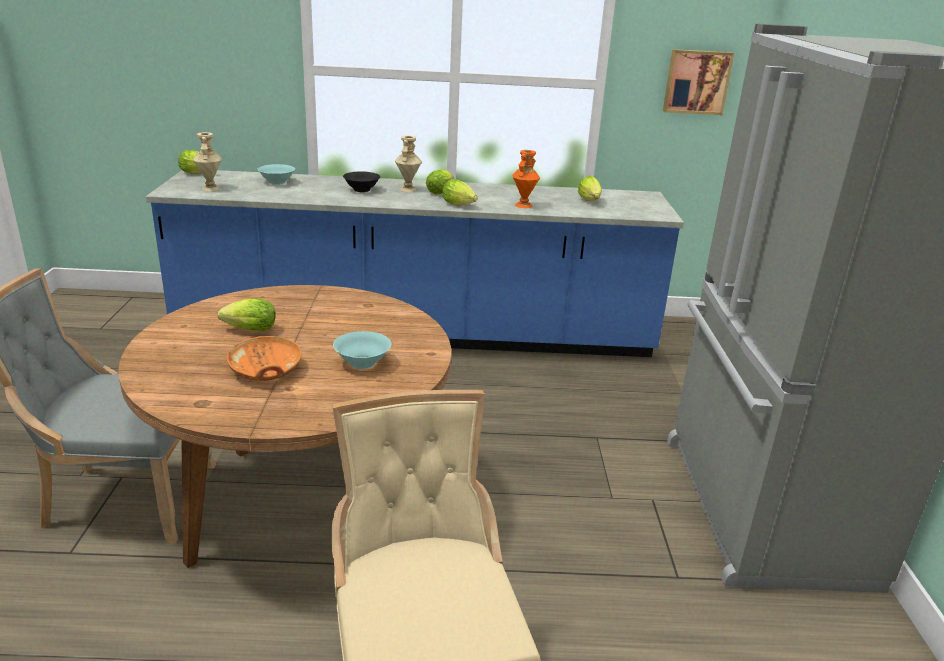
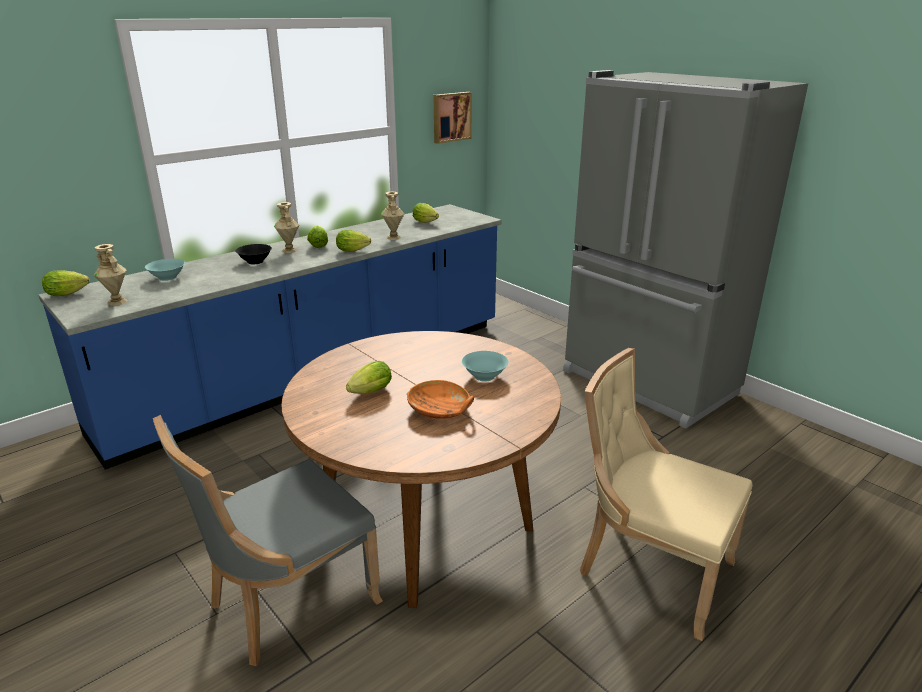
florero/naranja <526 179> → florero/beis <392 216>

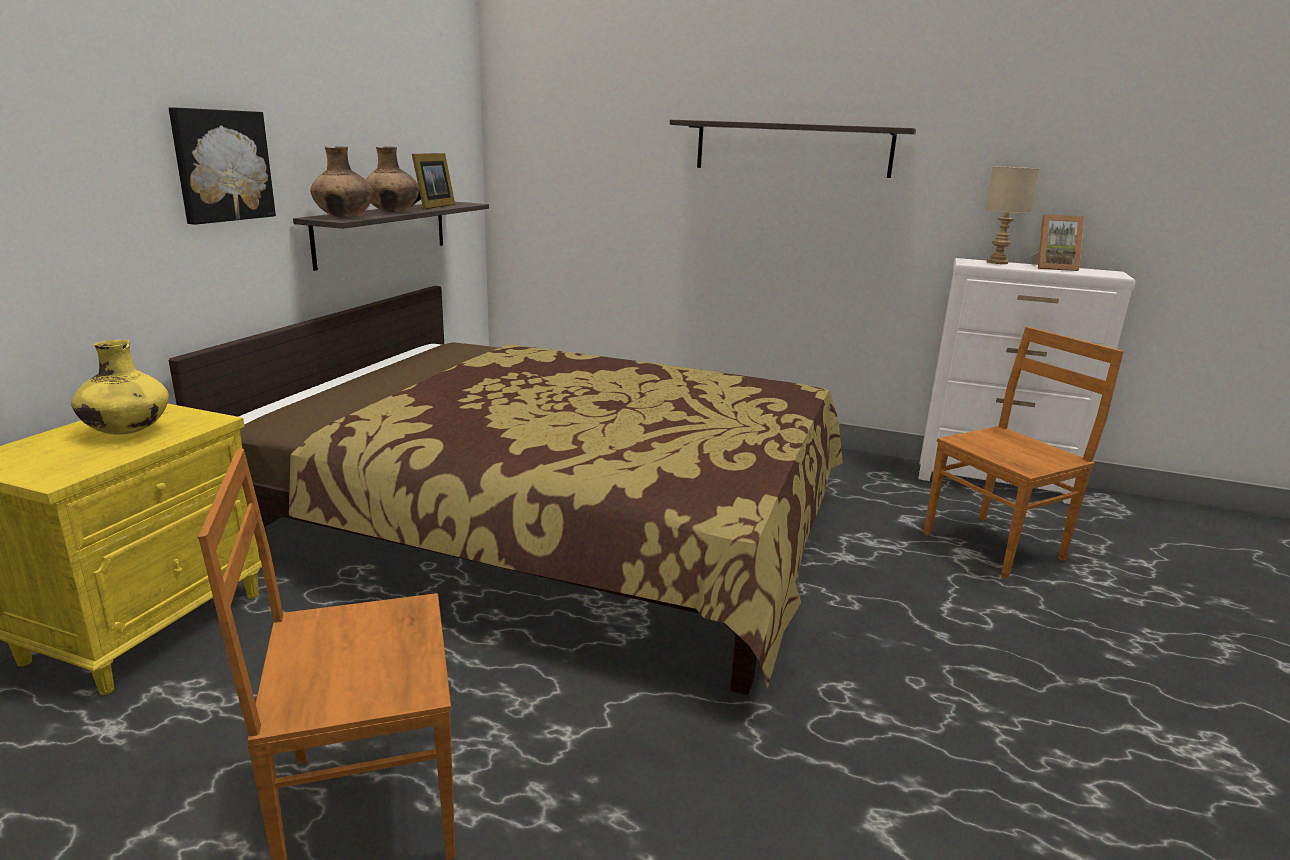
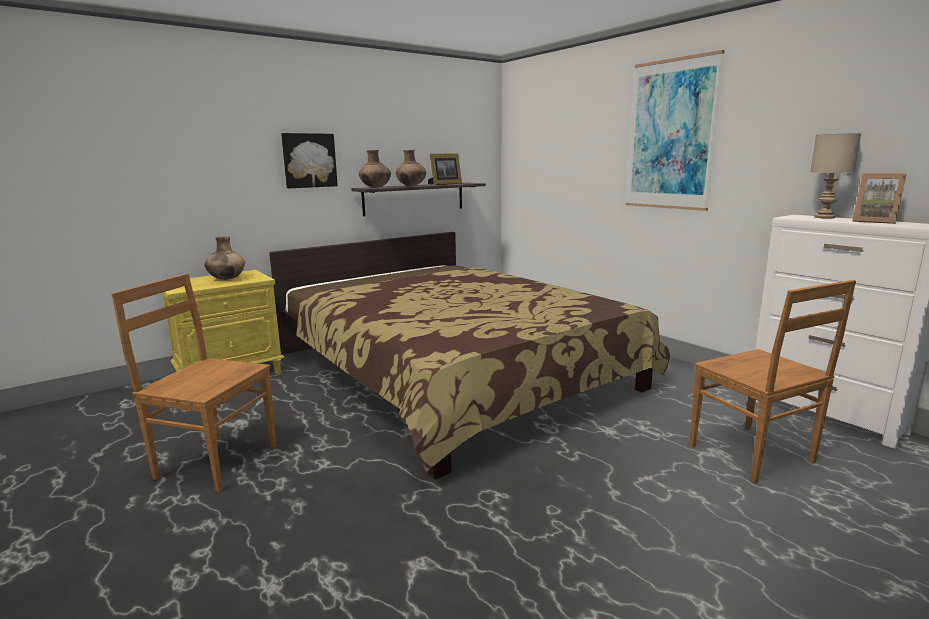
estante <793 149> → cuadro <675 130>
silla/marrón <1024 453> → silla/marrón <773 382>, 60 degrees clockwise
florero/amarillo <120 387> → florero/marrón <224 258>

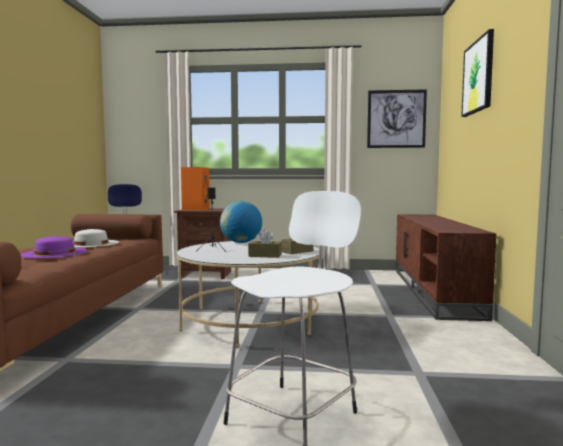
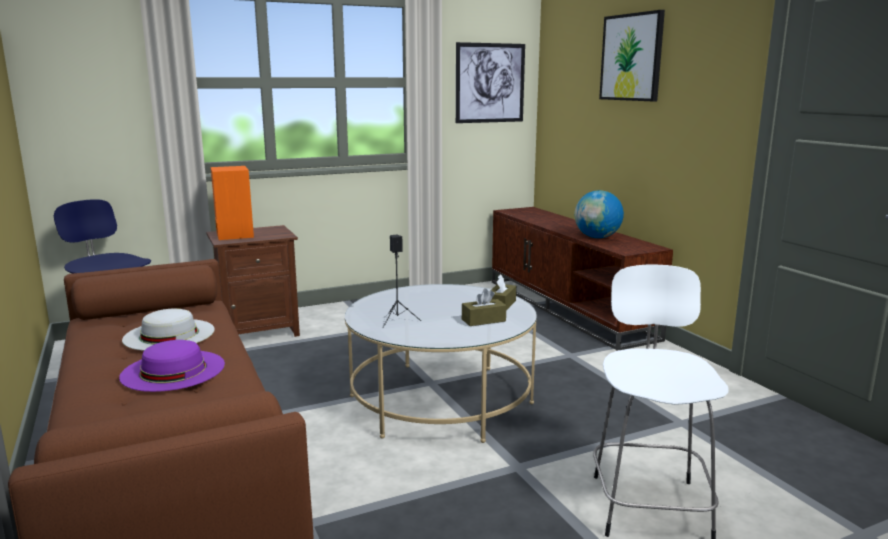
globo terráqueo <241 222> → globo terráqueo <599 214>, moved

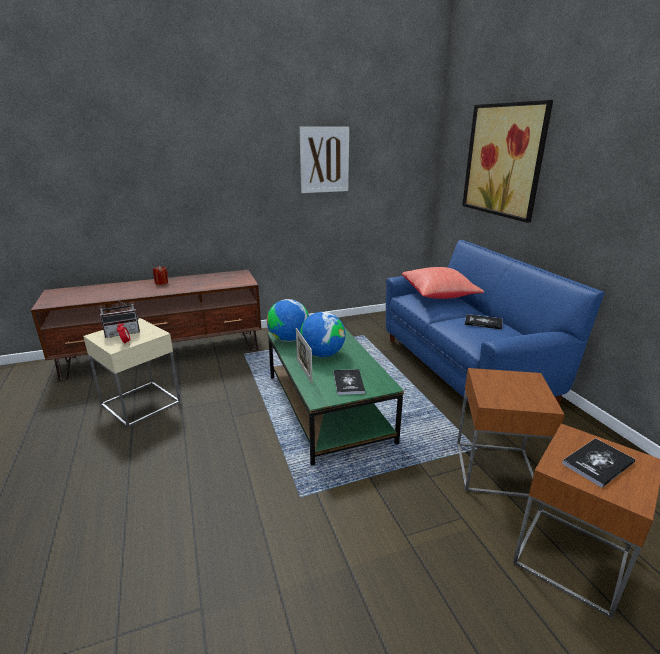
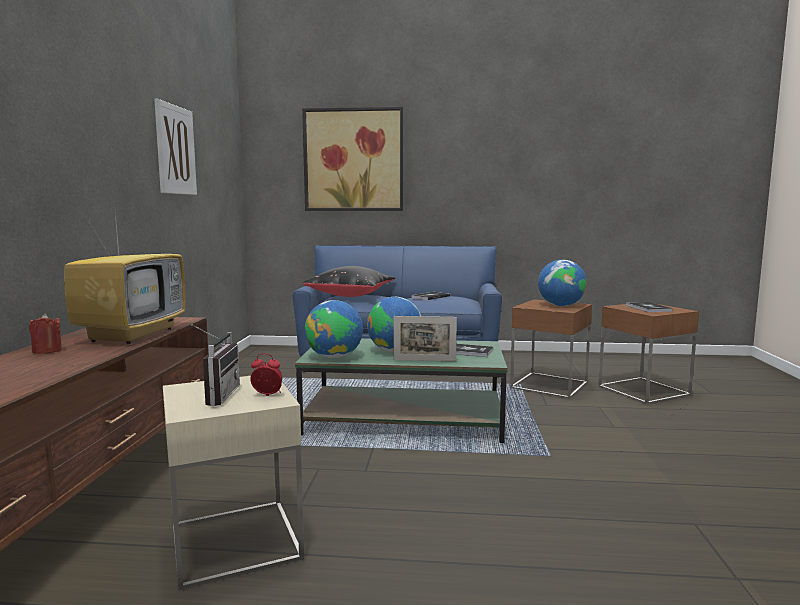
cojín/rojo <443 283> → cojín/negro <349 281>
- → televisor <125 273>
- → globo terráqueo <562 283>

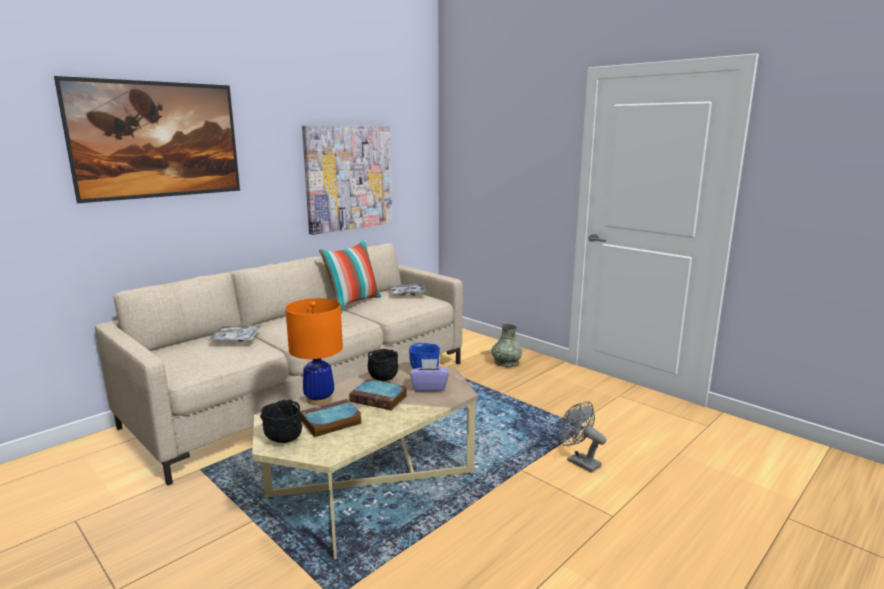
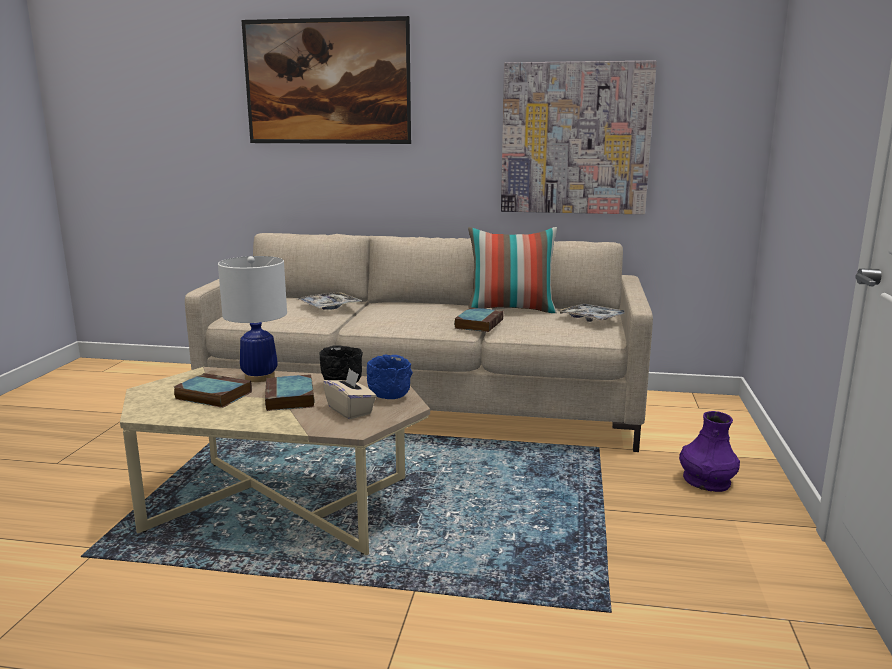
lámpara de mesa/naranja <314 351> → lámpara de mesa/blanco <252 319>
florero/gris <506 345> → florero/morado <709 451>
caja de pañuelos/morado <429 375> → caja de pañuelos/beis <349 393>
cuenco/negro <281 421> → -
ventilador/gris <583 437> → -
- → libro <479 319>

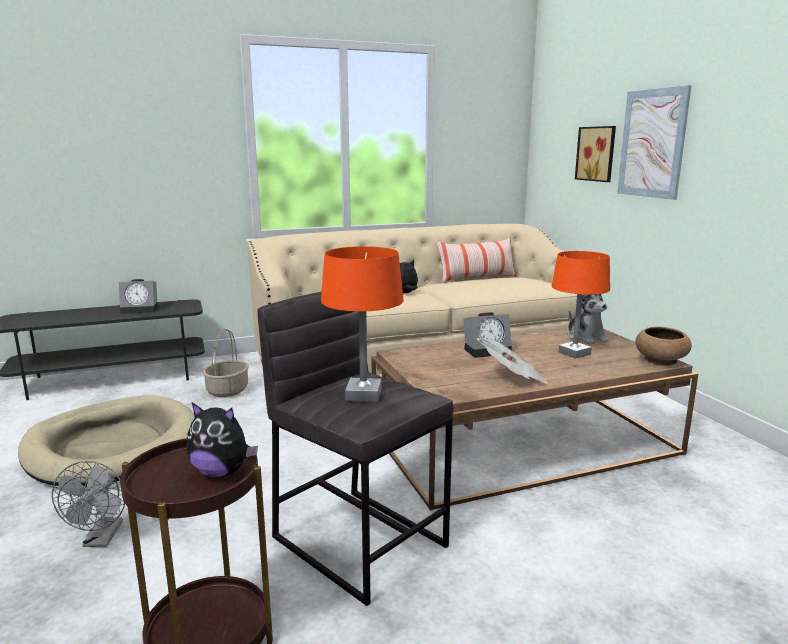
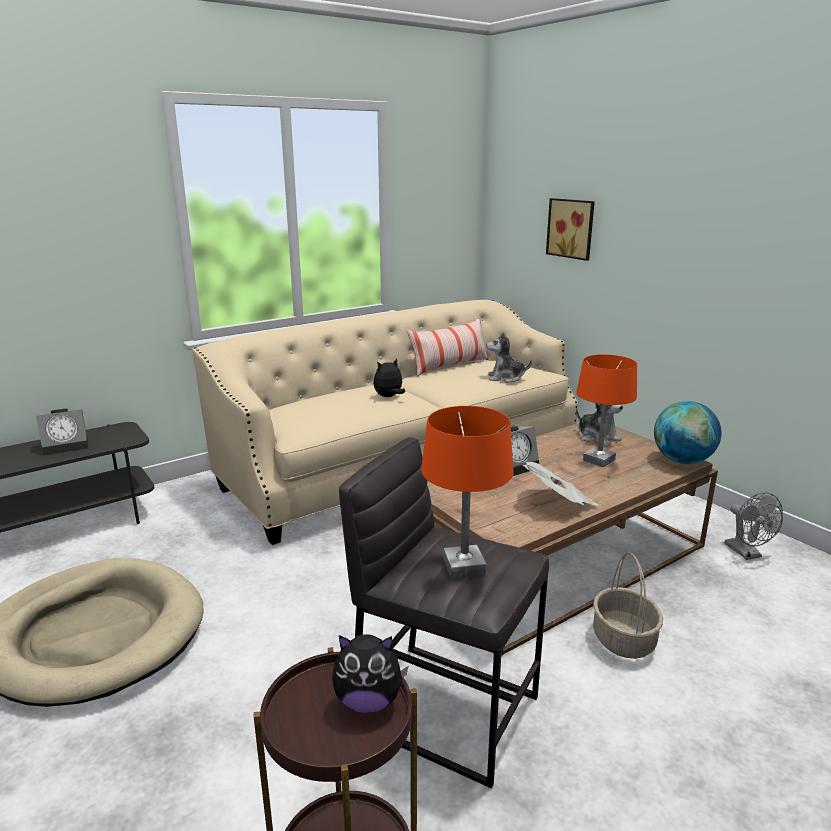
cuadro <654 142> → -
cuenco/marrón <663 346> → globo terráqueo <688 432>
cesta <226 363> → cesta <628 605>, moved
ventilador/gris <88 504> → ventilador/gris <753 526>, moved
- → peluche <509 357>

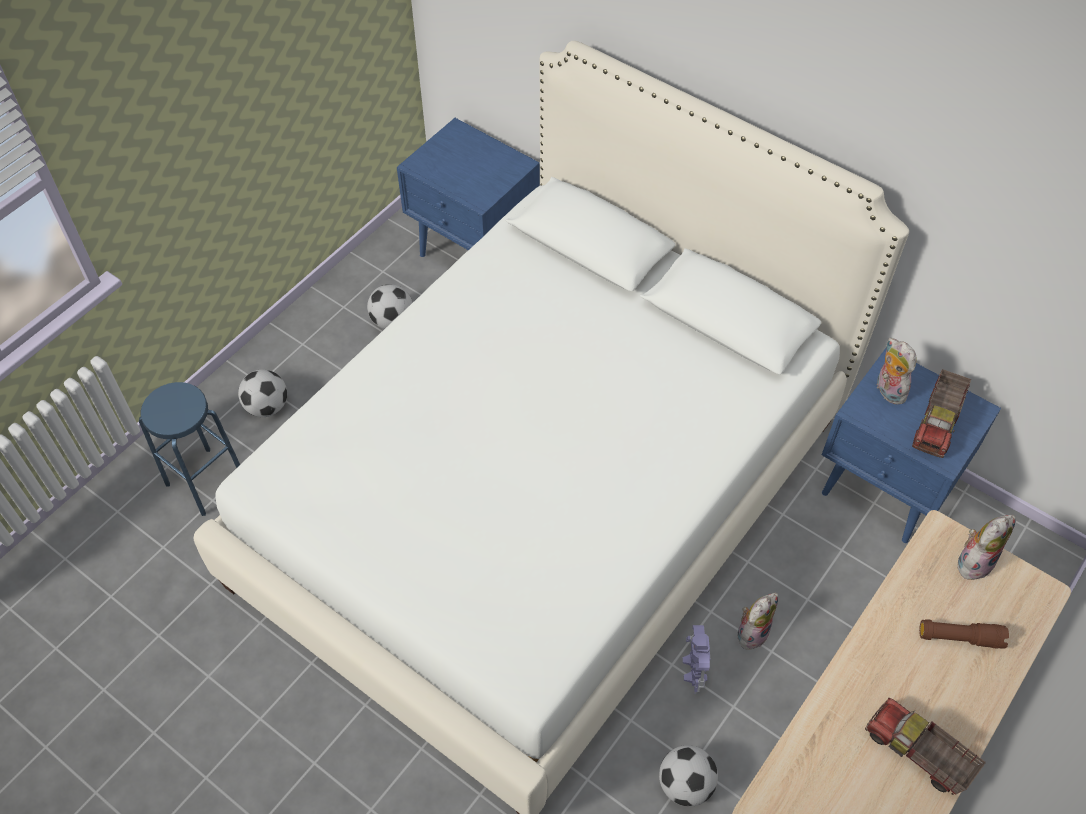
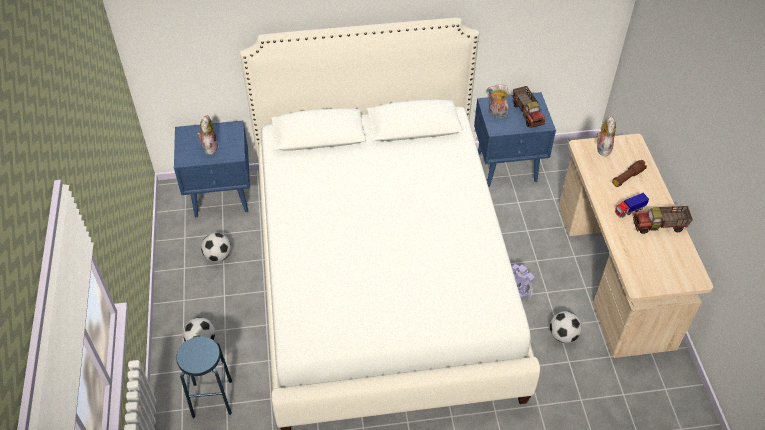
peluche <757 621> → peluche <208 135>, moved
- → camión de juguete <632 205>

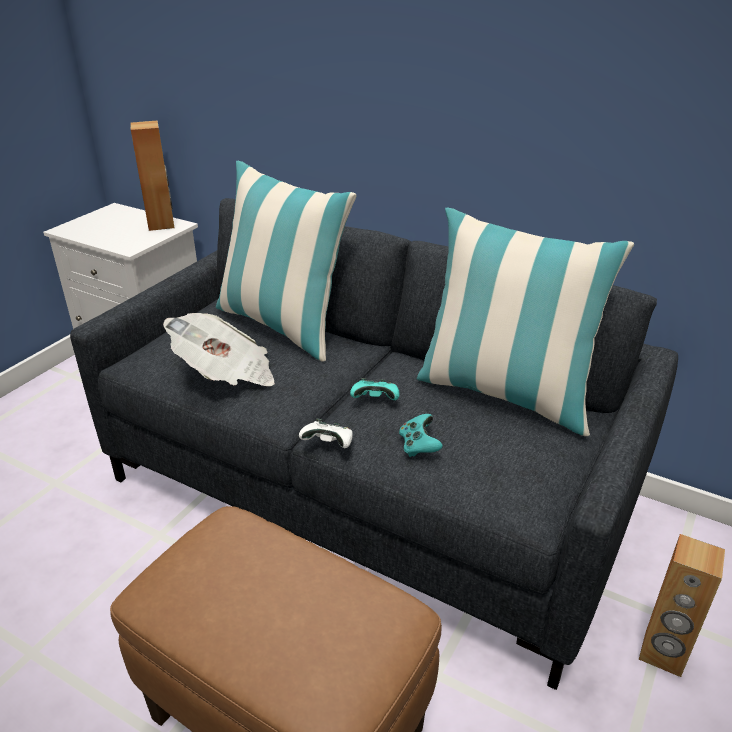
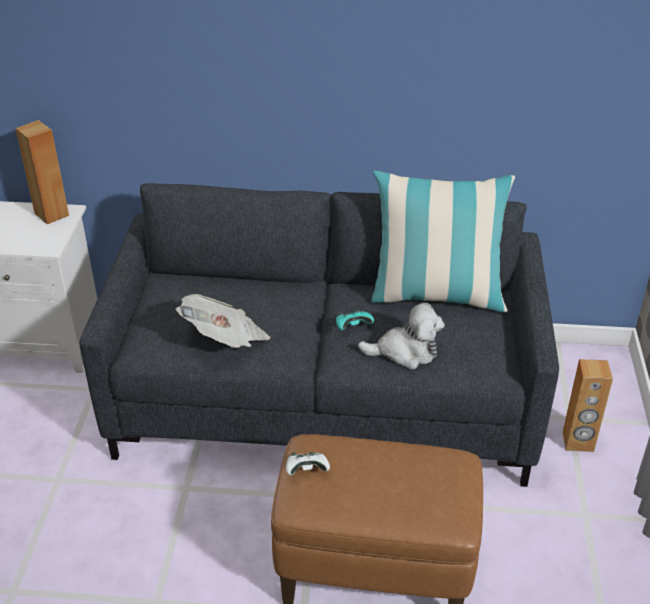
cojín <286 261> → -
mando de consola/turquesa <421 435> → peluche <401 335>
mando de consola/blanco <326 433> → mando de consola/blanco <308 463>, moved

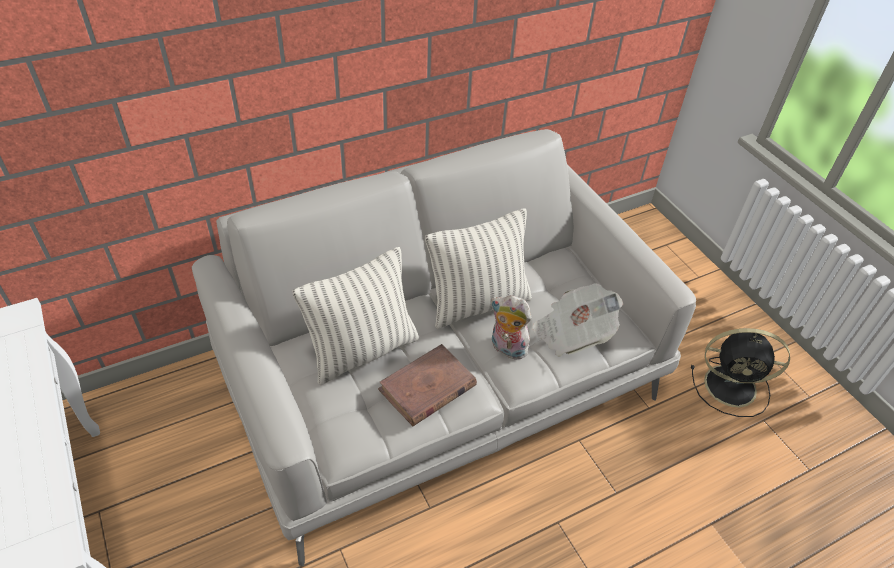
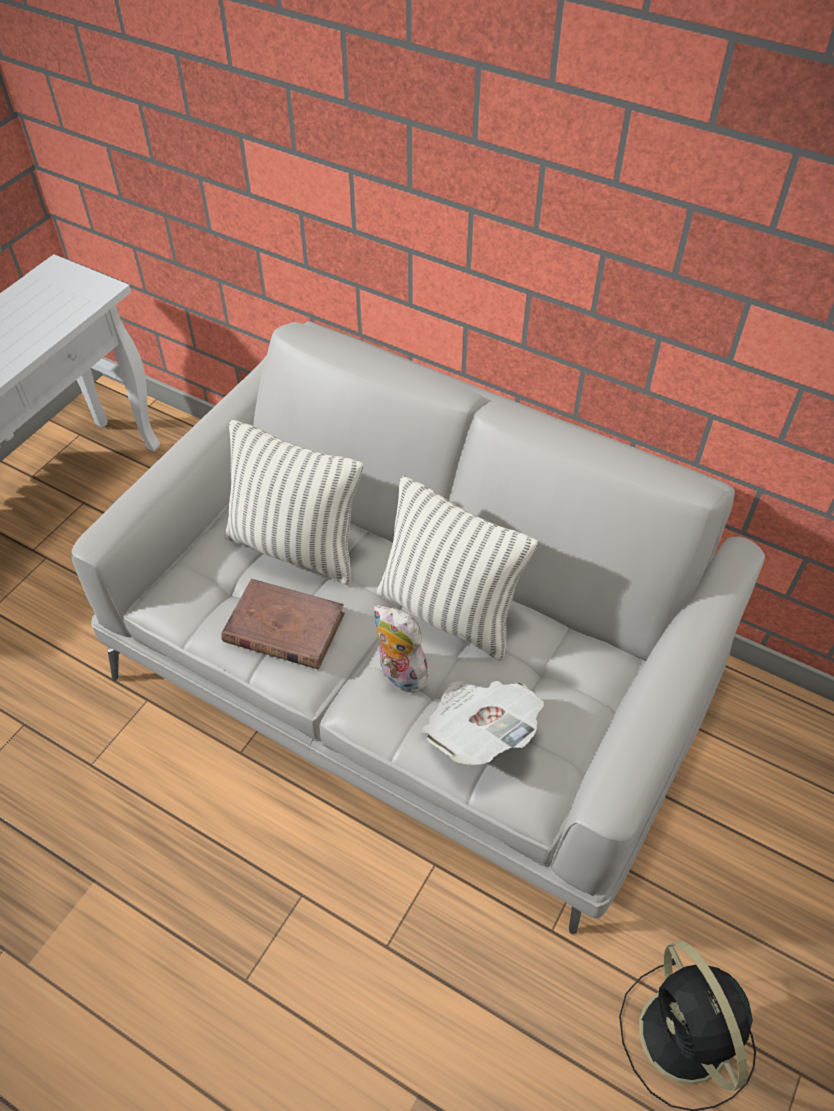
peluche <511 327> → peluche <403 649>, 45 degrees counterclockwise

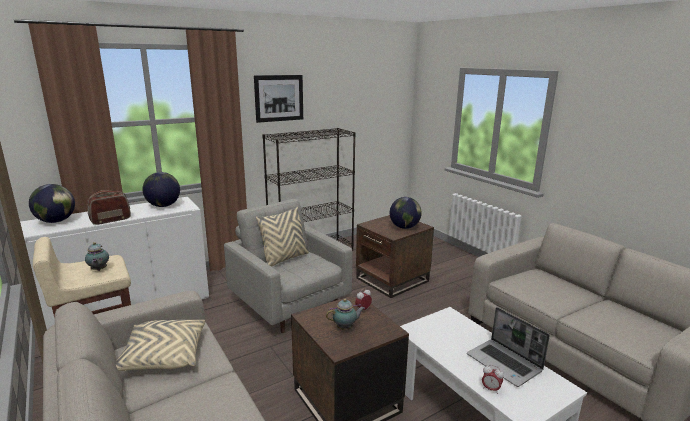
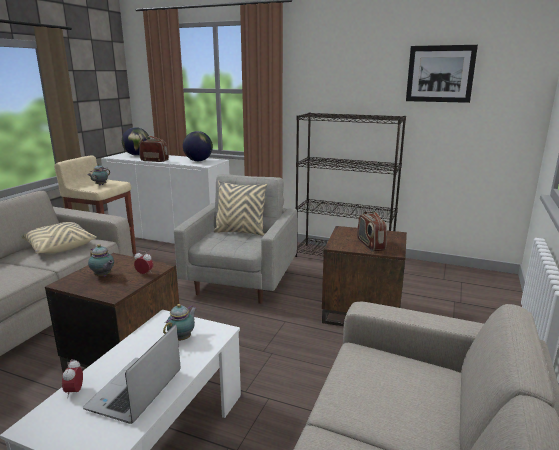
cuadro <278 99> → cuadro <442 74>, moved
globo terráqueo <406 213> → radio <372 231>
- → tetera <180 322>

